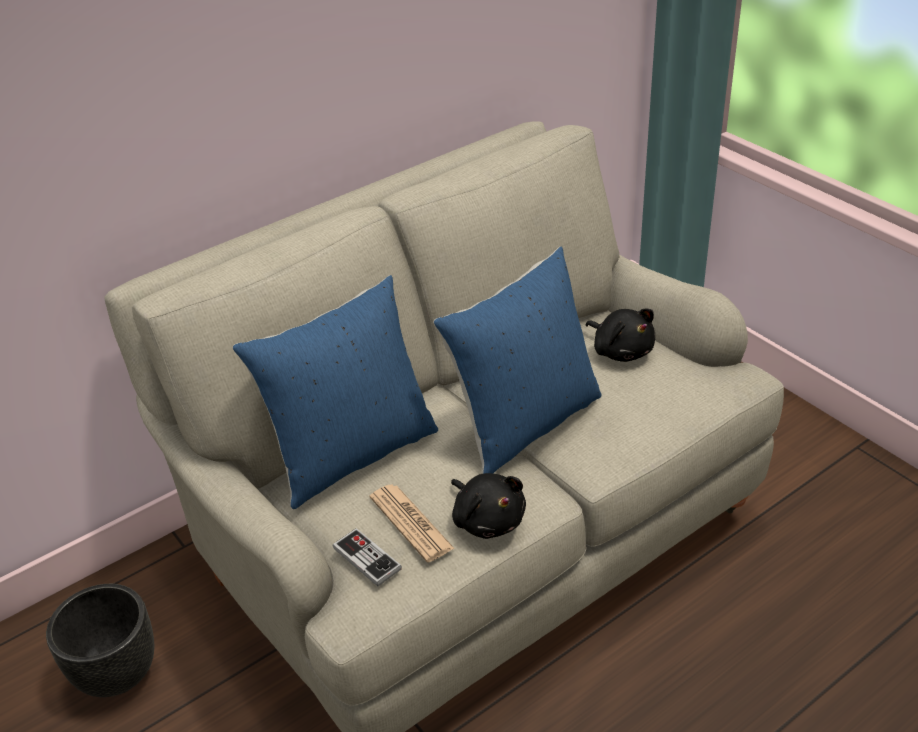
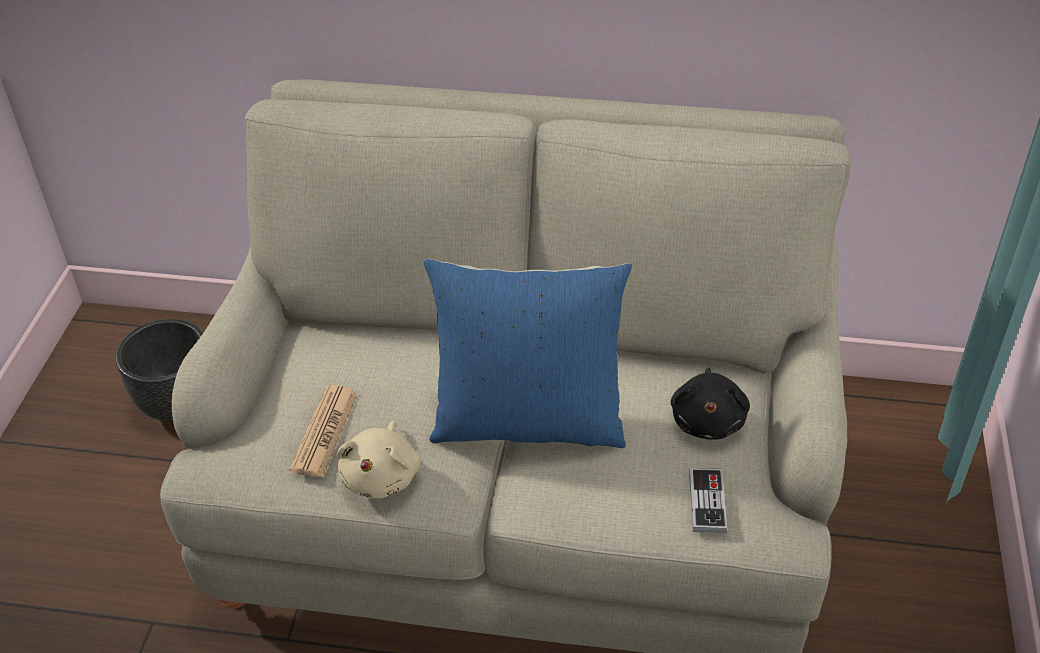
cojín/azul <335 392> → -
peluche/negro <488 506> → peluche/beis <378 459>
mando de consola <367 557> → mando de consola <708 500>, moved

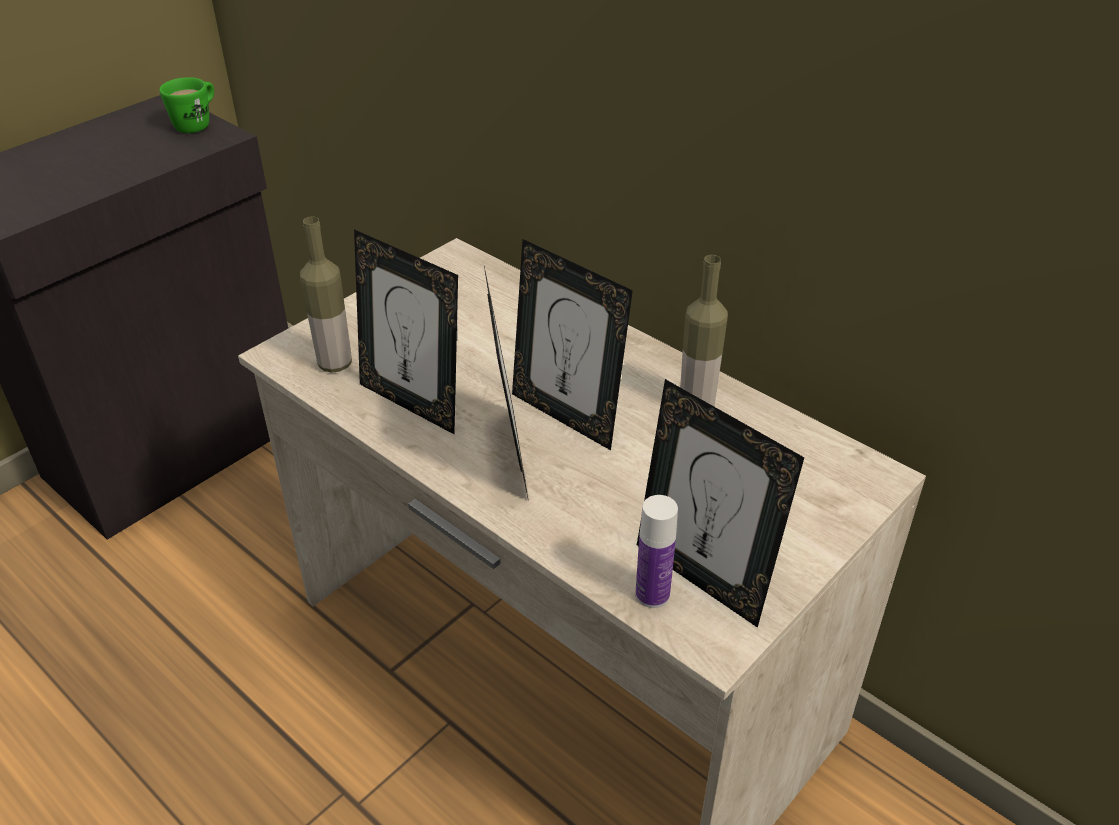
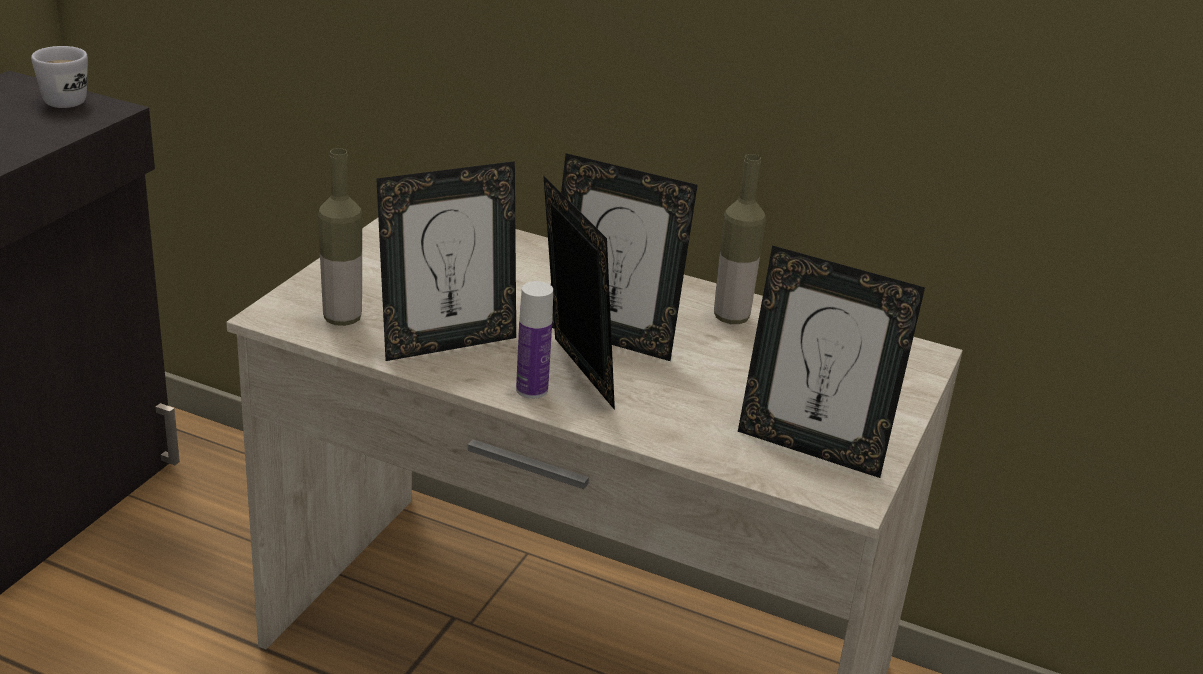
taza grande/verde <186 105> → taza grande/blanco <59 77>
portarretratos <406 331> → portarretratos <446 261>, 45 degrees counterclockwise
botella <656 551> → botella <534 340>, moved

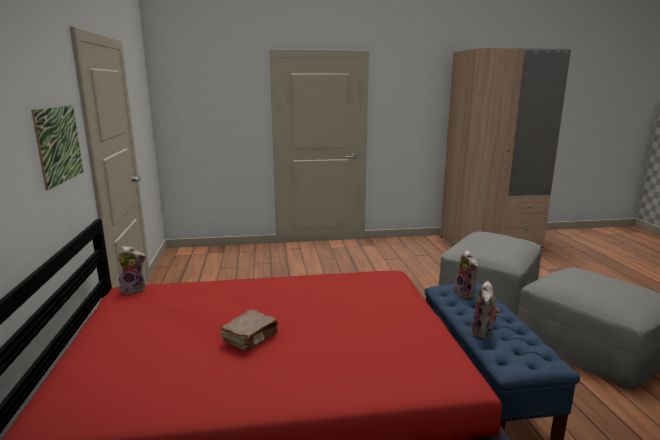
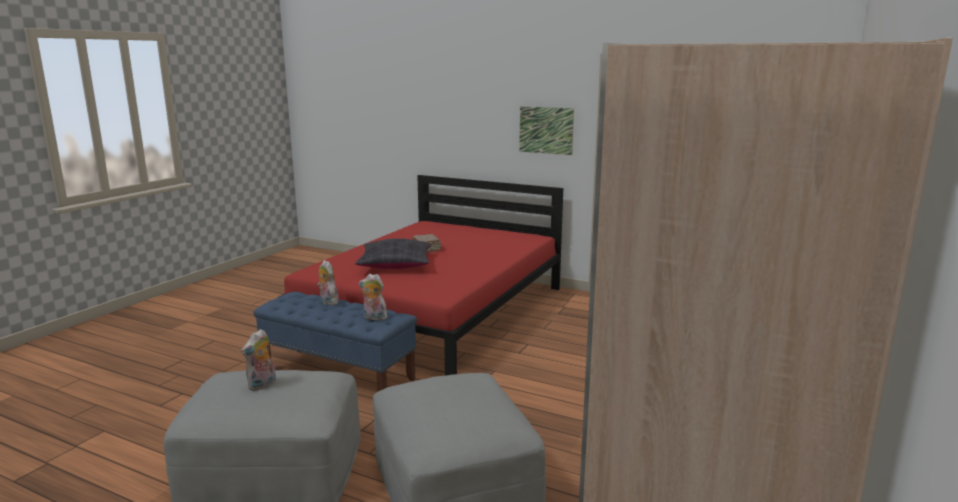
peluche <132 270> → peluche <258 360>, moved
- → cojín/negro <393 253>

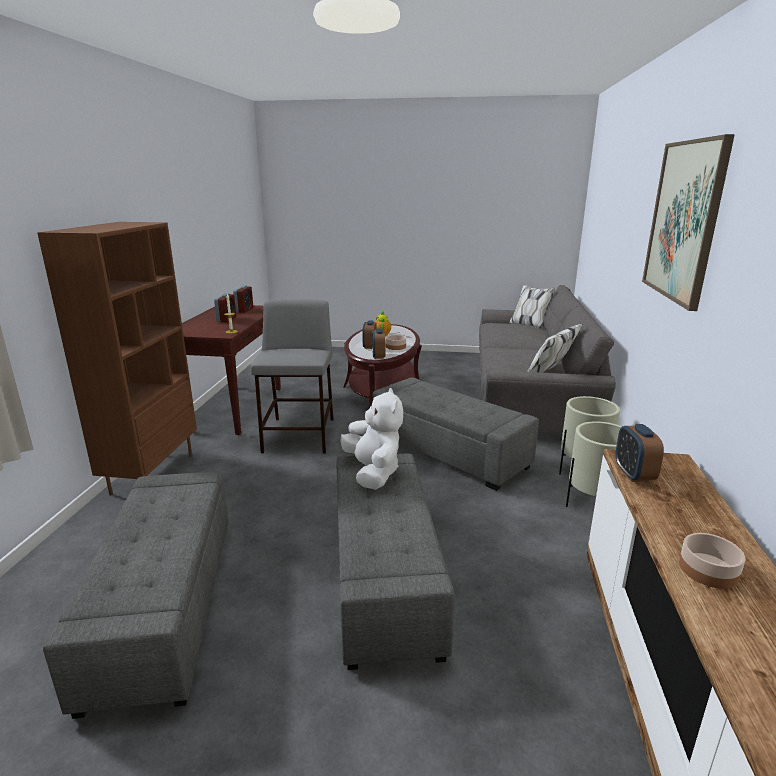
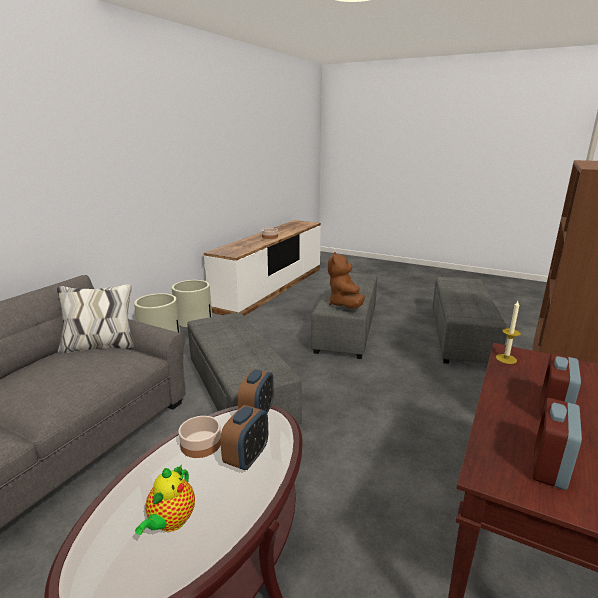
cuadro <688 222> → -
taburete/gris <292 376> → -
peluche/blanco <371 439> → peluche/marrón <346 280>
despertador <640 453> → -

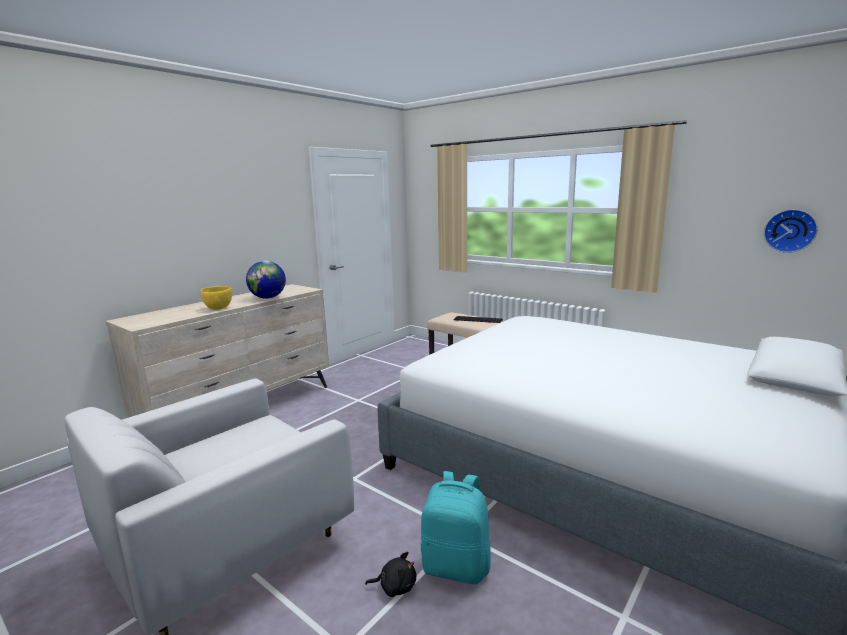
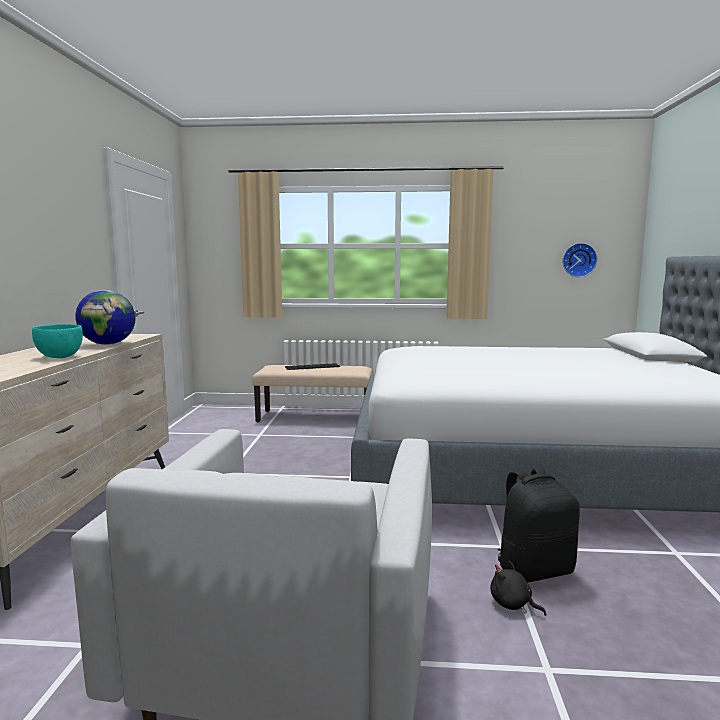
cuenco/amarillo <216 298> → cuenco/turquesa <57 341>
mochila/turquesa <456 528> → mochila/negro <539 525>
peluche/negro <390 574> → peluche/negro <518 588>, 105 degrees counterclockwise

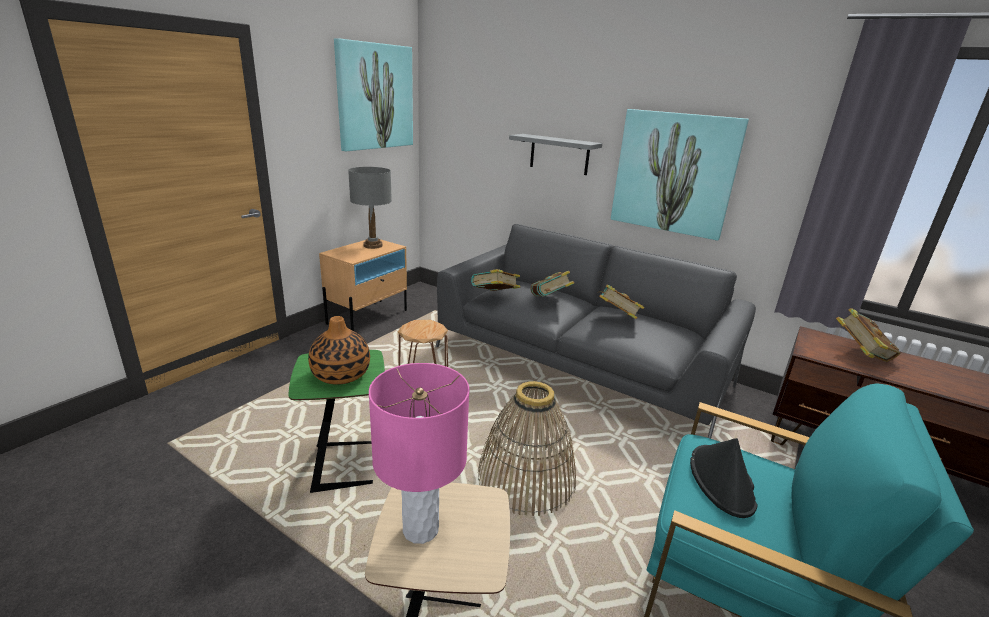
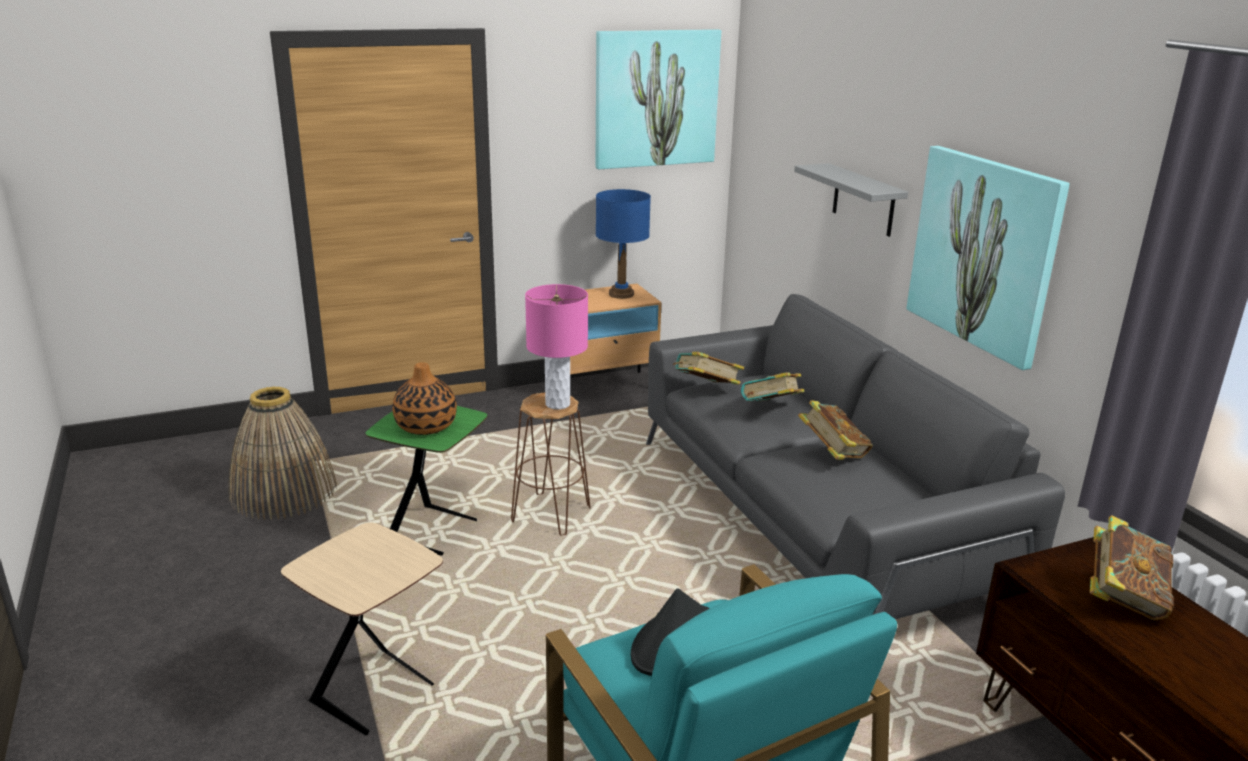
lámpara de mesa/gris <370 208> → lámpara de mesa/azul <623 244>
lámpara de mesa/rosa <419 453> → lámpara de mesa/rosa <556 347>, moved
cesta <527 448> → cesta <283 453>, moved

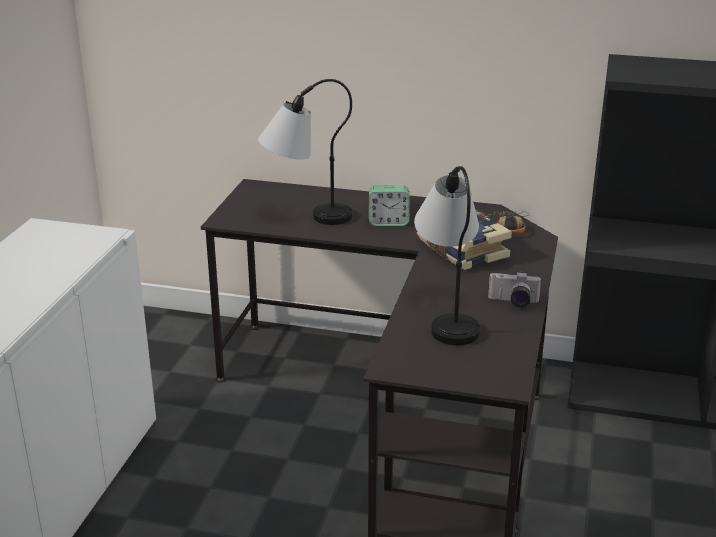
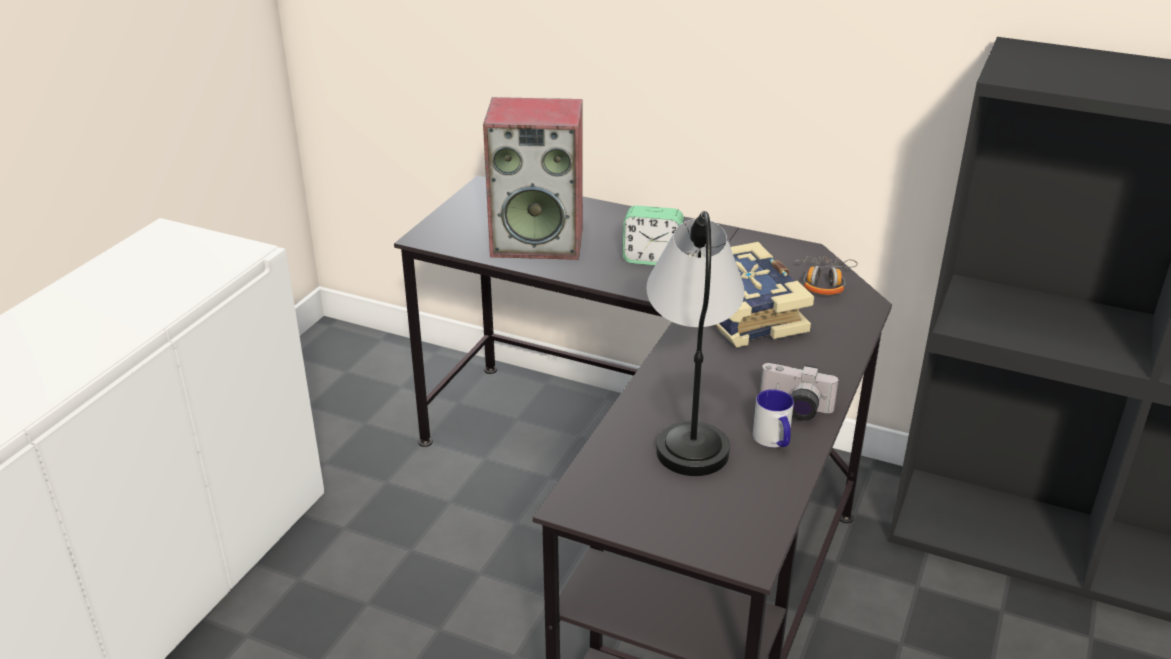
lámpara de mesa <305 152> → altavoz <533 178>
- → taza grande <773 418>

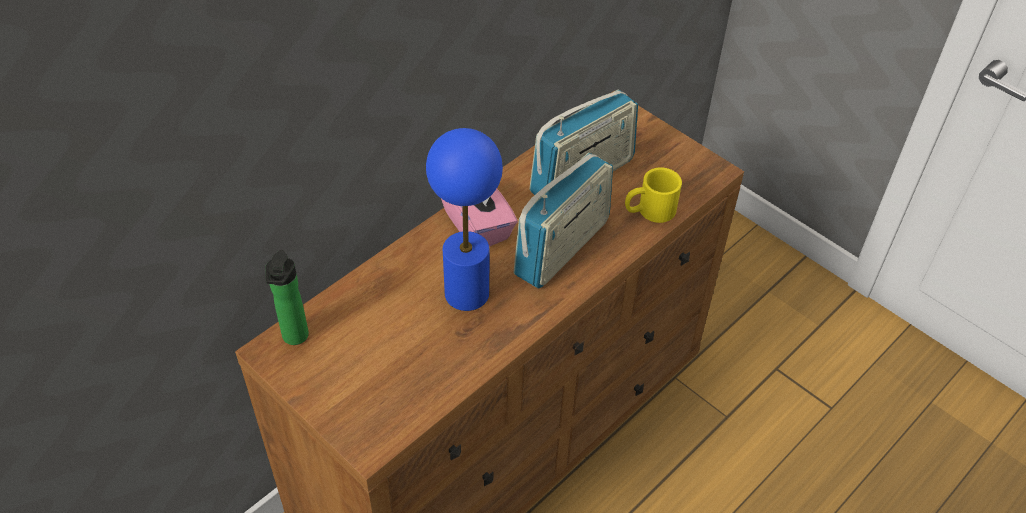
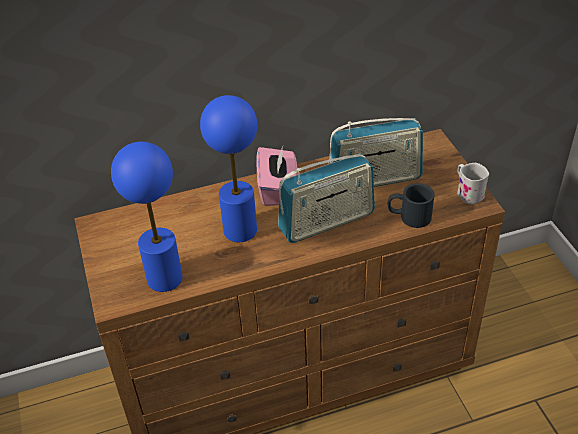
taza grande/amarillo <653 195> → taza grande/negro <411 205>
botella <287 297> → -
- → lámpara de mesa/azul <147 217>
- → taza grande/blanco <473 183>

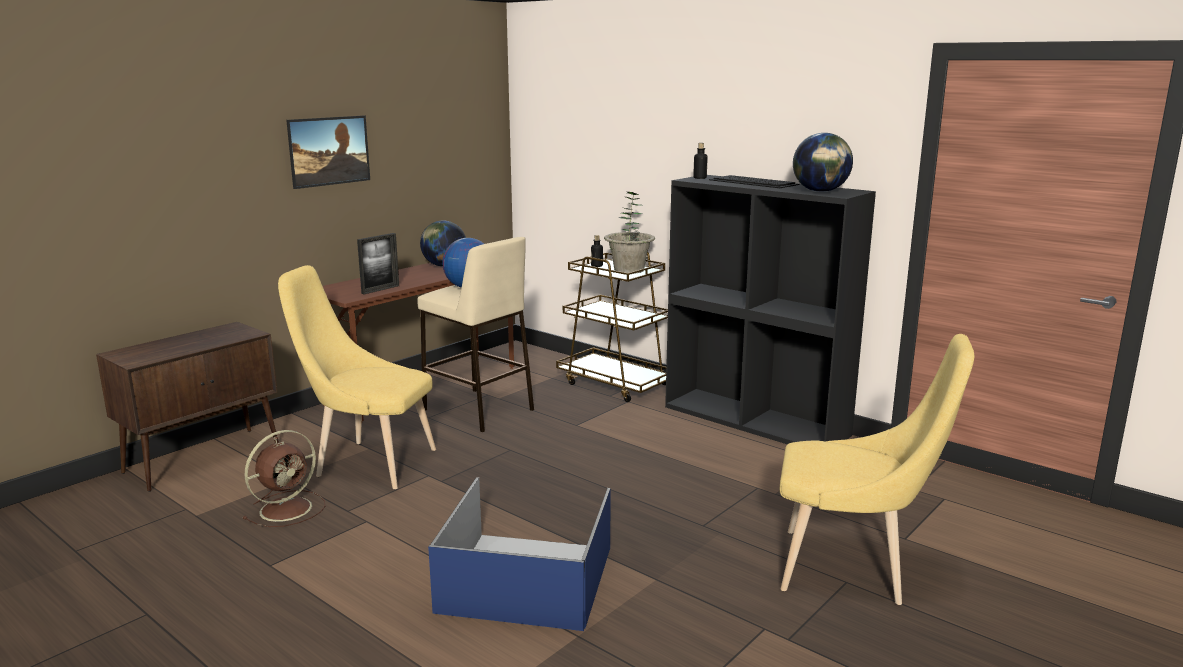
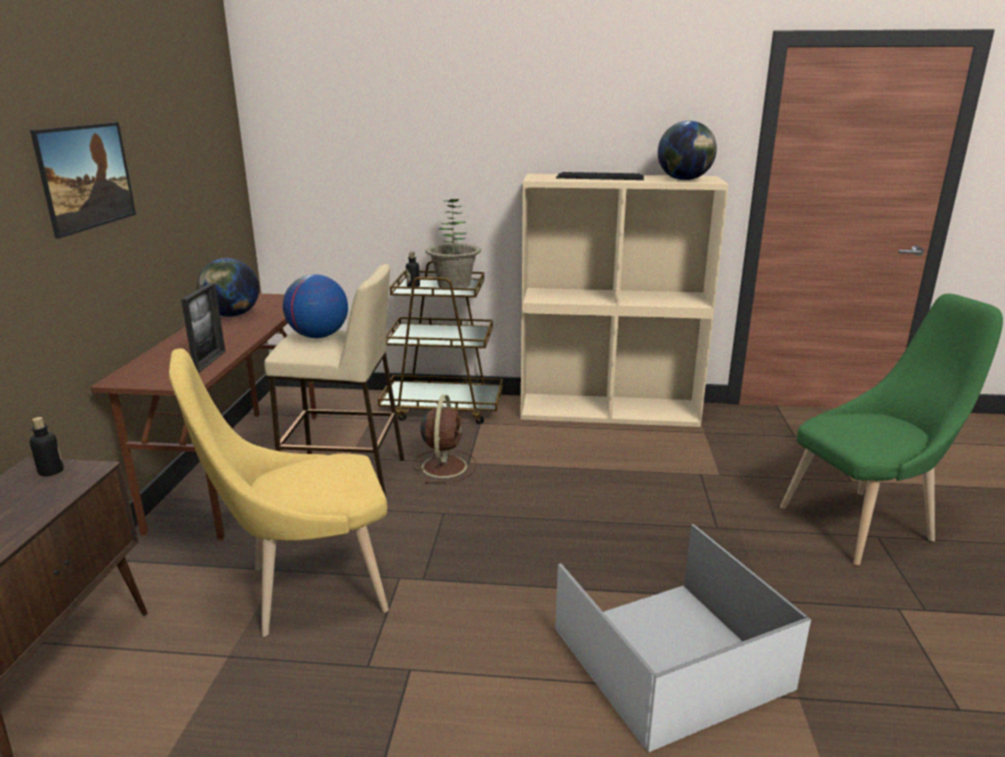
botella <700 161> → botella <46 446>, moved
estantería/negro <770 309> → estantería/beis <624 300>
silla/amarillo <877 469> → silla/verde <891 430>
ventilador/marrón <284 478> → ventilador/marrón <445 439>, moved
caja de almacenaje/azul <519 554> → caja de almacenaje/blanco <683 638>

